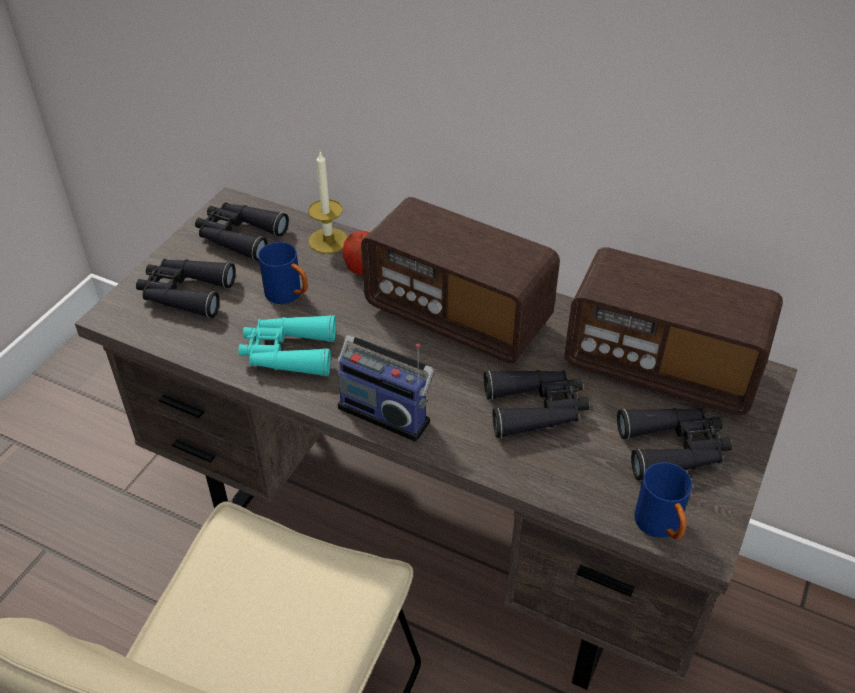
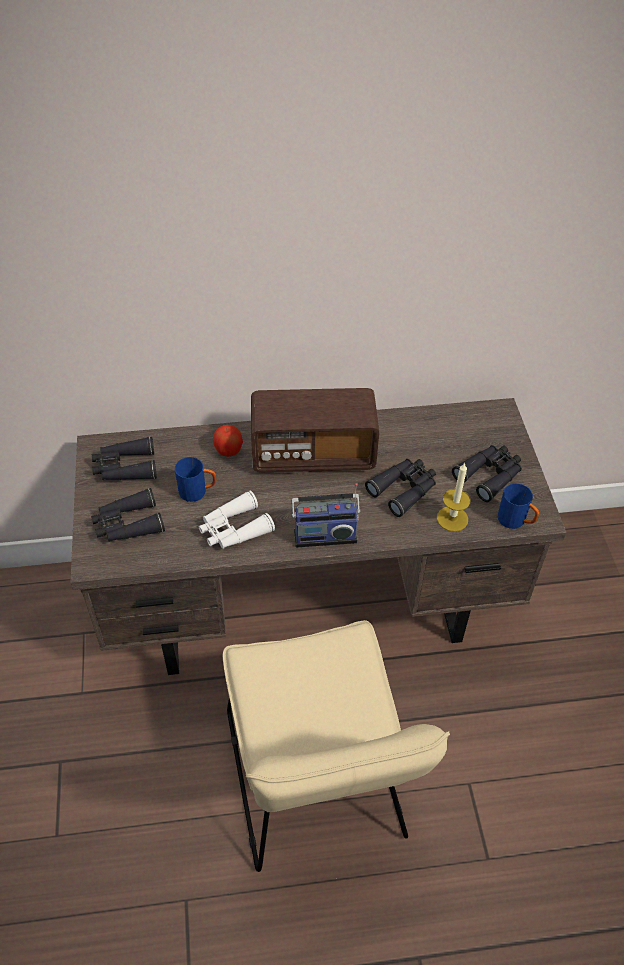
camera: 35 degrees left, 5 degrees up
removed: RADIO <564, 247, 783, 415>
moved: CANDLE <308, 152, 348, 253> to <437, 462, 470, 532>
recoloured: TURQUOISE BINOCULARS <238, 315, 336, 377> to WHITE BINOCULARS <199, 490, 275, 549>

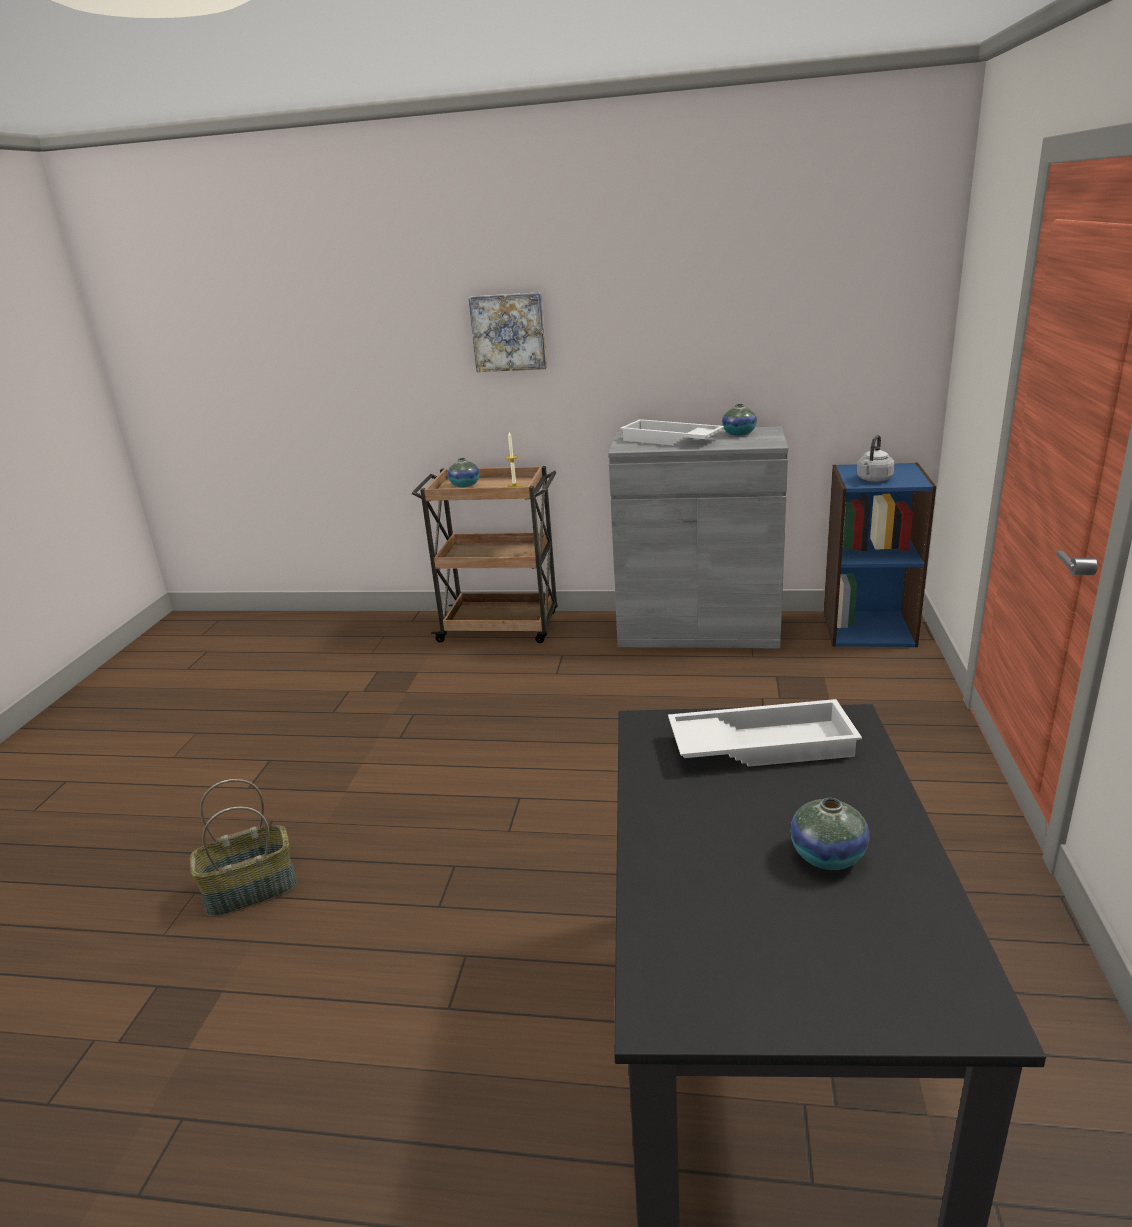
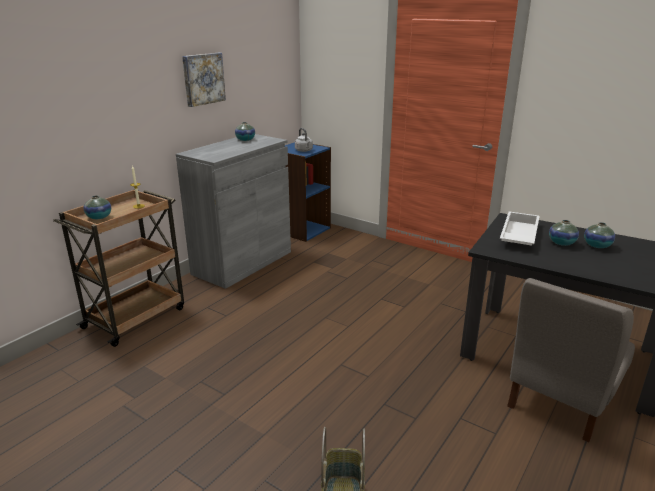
camera: 65 degrees left, 0 degrees up
removed: WHITE TRAY <620, 419, 724, 445>
added: GREY CHAIR <507, 278, 635, 442>; VASE <549, 220, 579, 246>
moved: PICTURE <468, 292, 547, 372> to <182, 53, 226, 107>

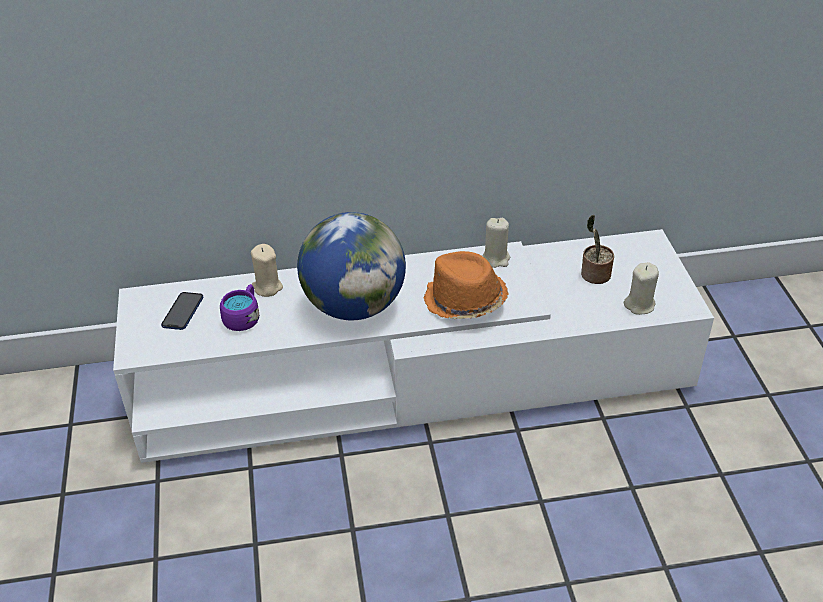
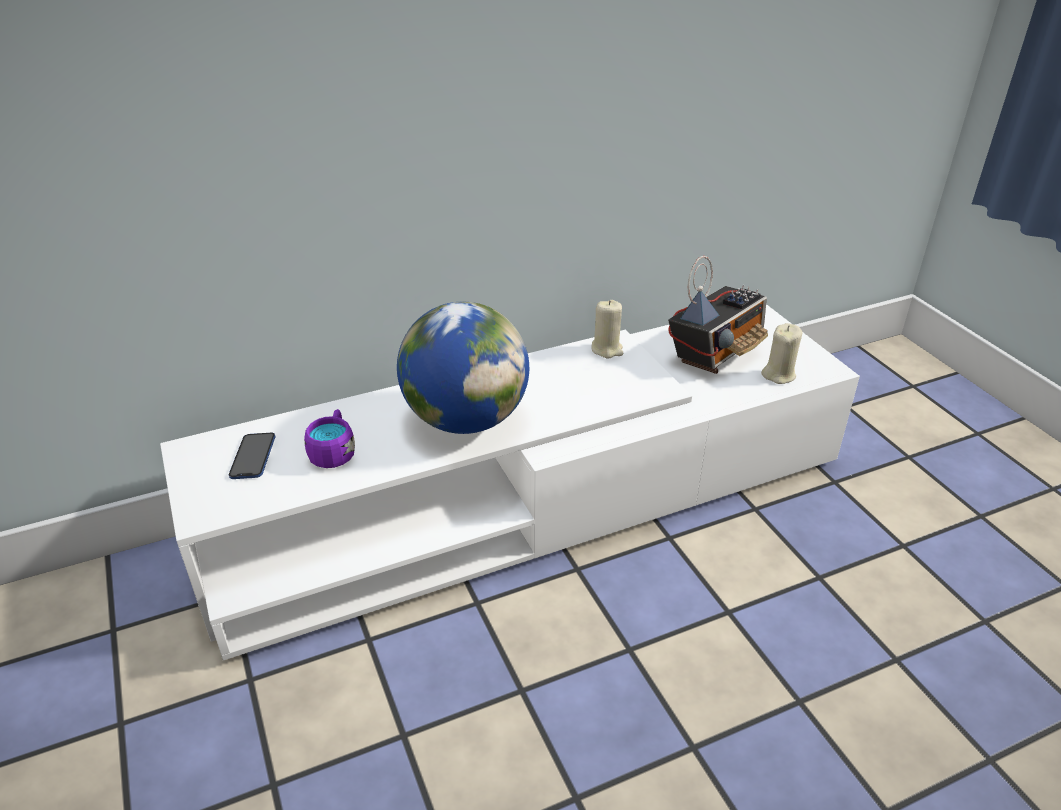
camera: 15 degrees left, 5 degrees down
removed: BEIGE CANDLE <251, 244, 283, 297>; ORANGE HAT <424, 251, 508, 319>
replaced: POTTED PLANT <581, 215, 614, 284> to RADIO <668, 256, 768, 374>

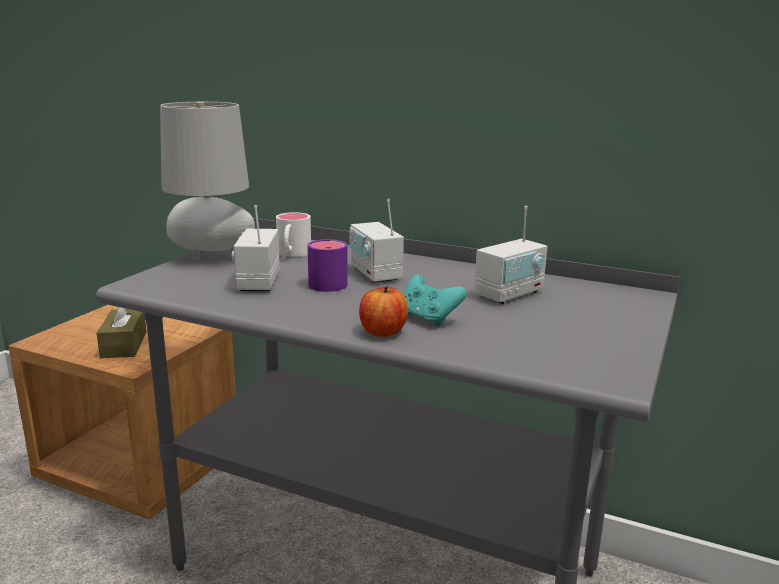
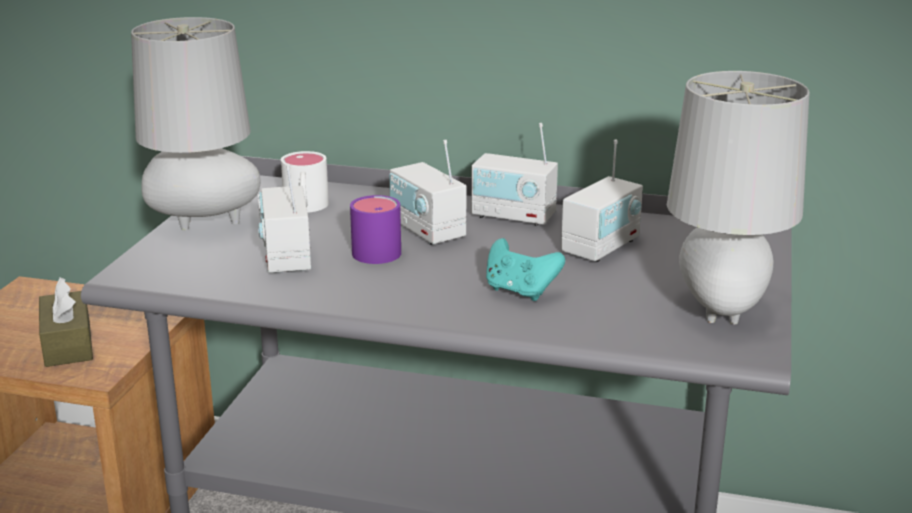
camera: 10 degrees left, 5 degrees up
removed: APPLE <359, 287, 408, 337>
added: RADIO <471, 123, 558, 226>; GREY TABLE LAMP <667, 71, 809, 324>

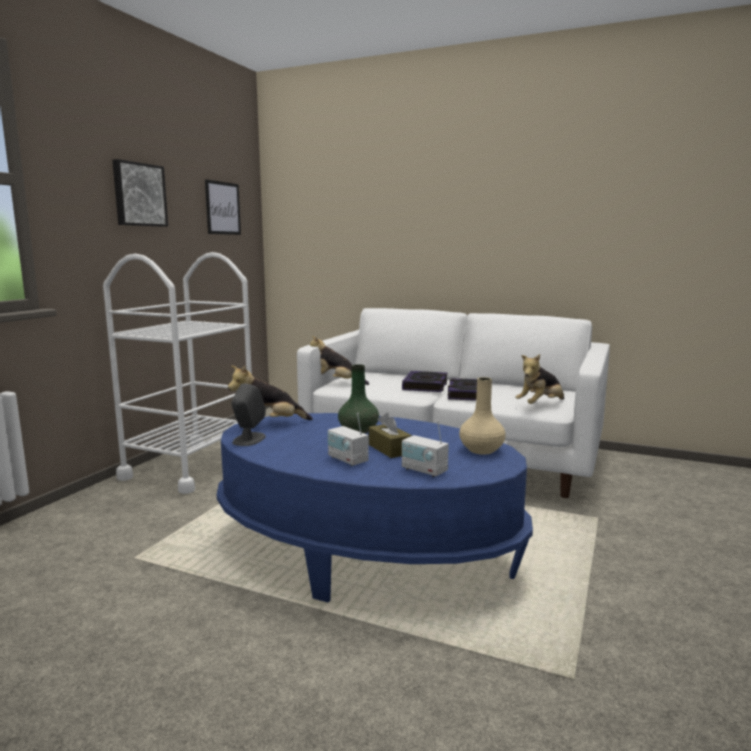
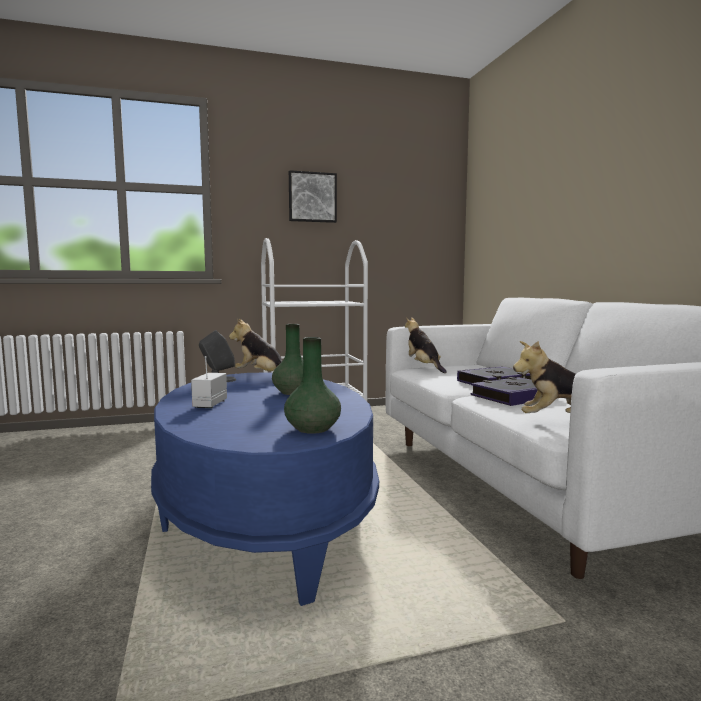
camera: 50 degrees right, 5 degrees down
removed: PICTURE <205, 179, 241, 235>; BROWN TISSUE BOX <369, 413, 412, 458>; RADIO <402, 421, 449, 477>
recoloured: BEIGE VASE <459, 377, 506, 455> to GREEN VASE <284, 337, 341, 434>

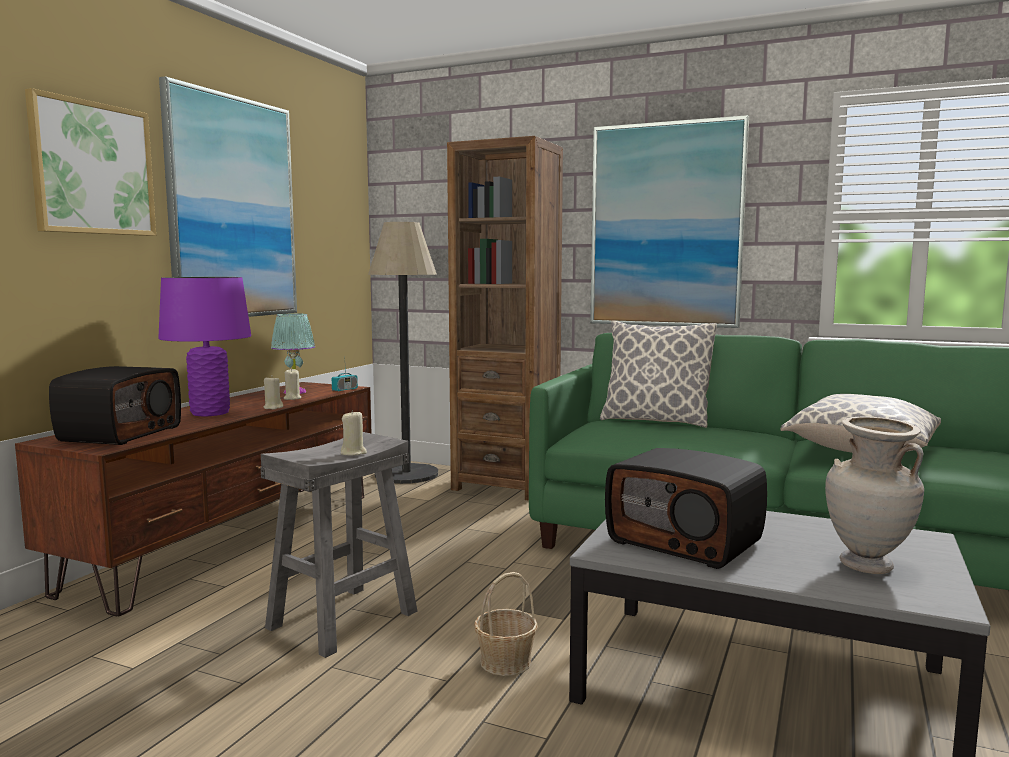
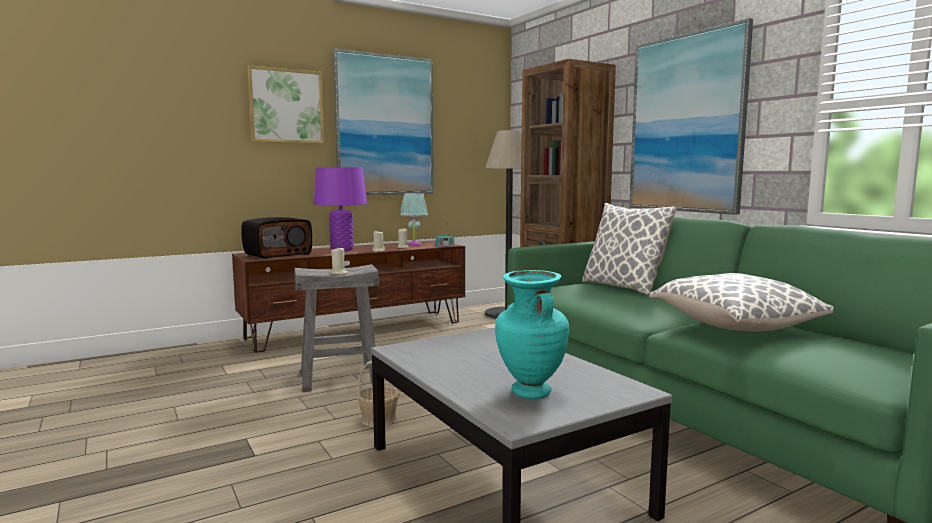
camera: 35 degrees right, 0 degrees up
removed: RADIO <605, 448, 767, 569>
recoloured: BEIGE VASE <825, 417, 924, 574> to TURQUOISE VASE <495, 270, 569, 399>

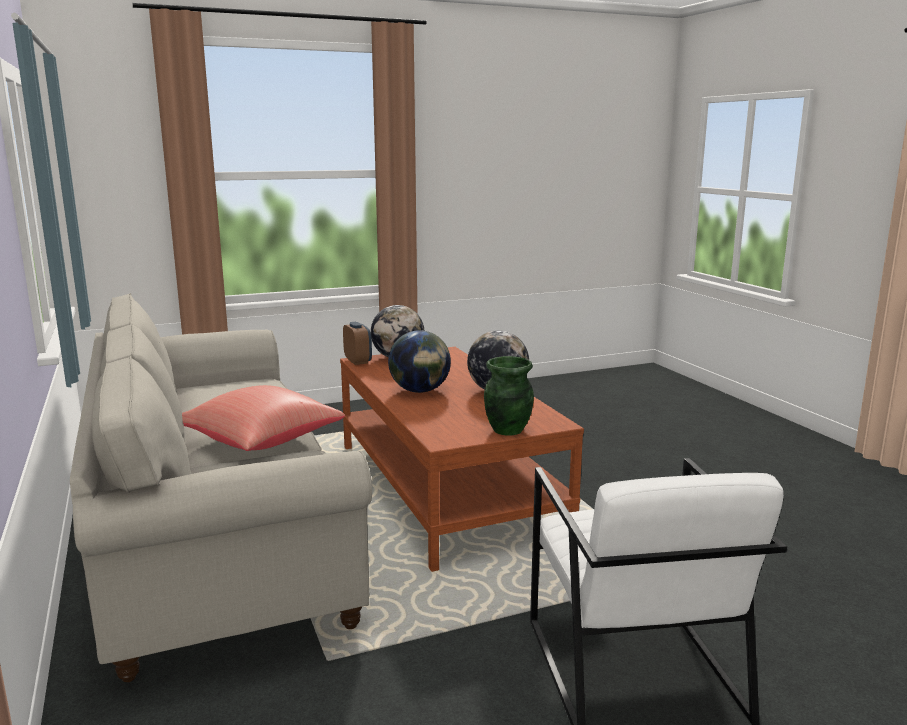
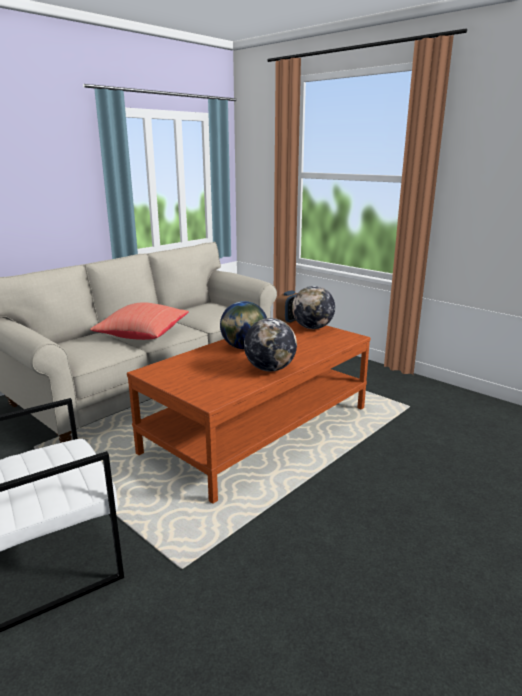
camera: 65 degrees right, 5 degrees up
removed: GREEN VASE <484, 356, 534, 435>

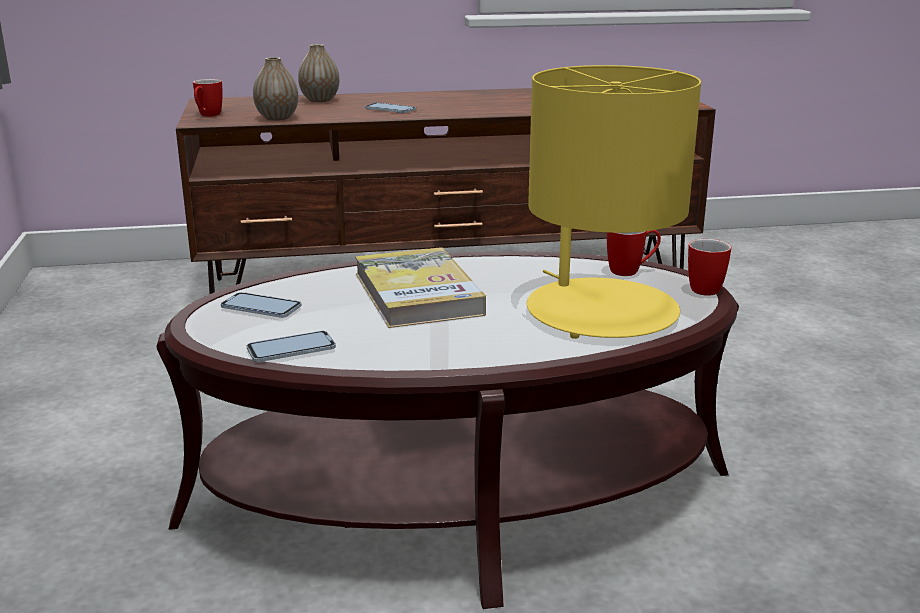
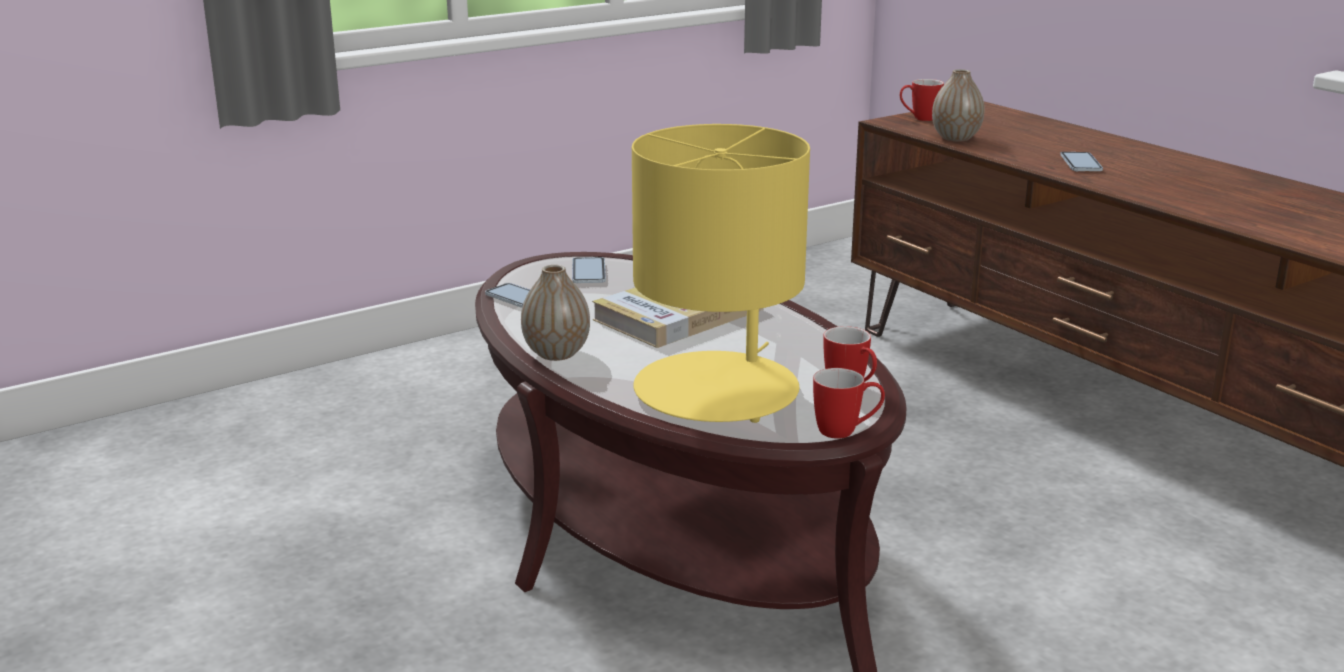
camera: 65 degrees right, 0 degrees up
moved: VASE <298, 44, 339, 102> to <521, 265, 590, 361>

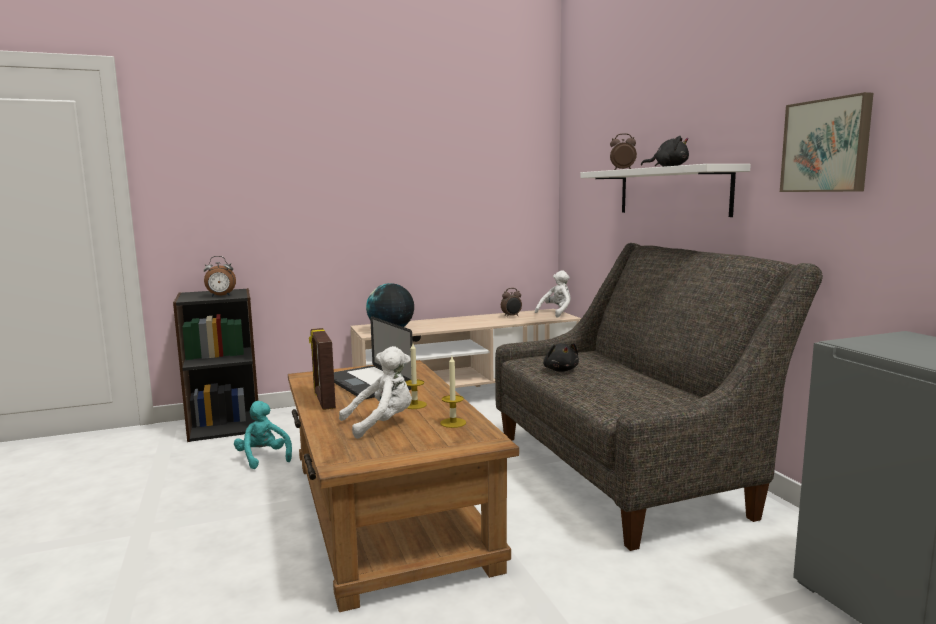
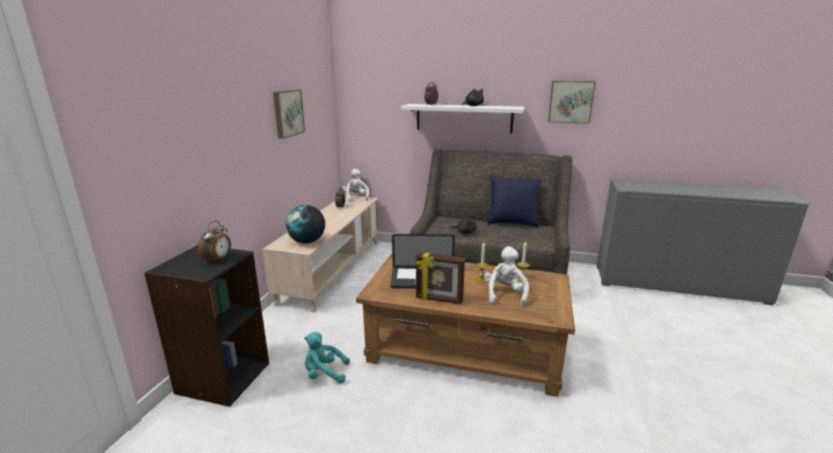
camera: 55 degrees left, 10 degrees up
added: PICTURE <273, 90, 305, 139>; BLUE PILLOW <487, 175, 542, 228>

